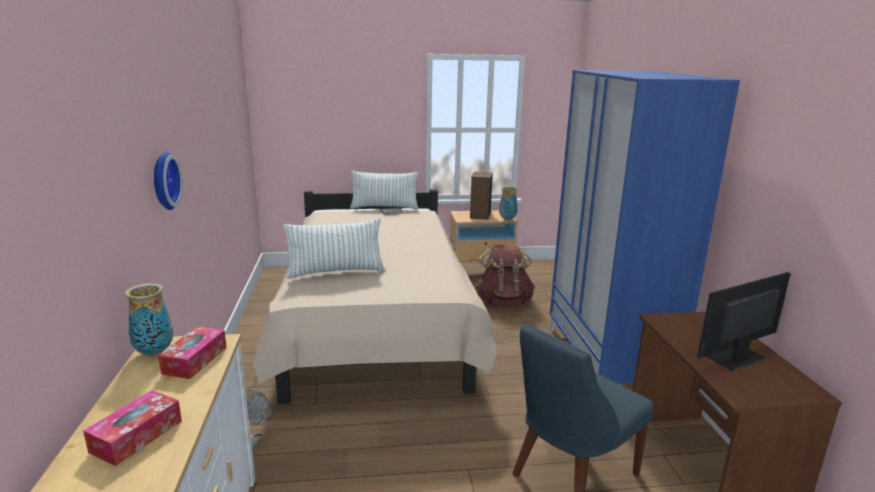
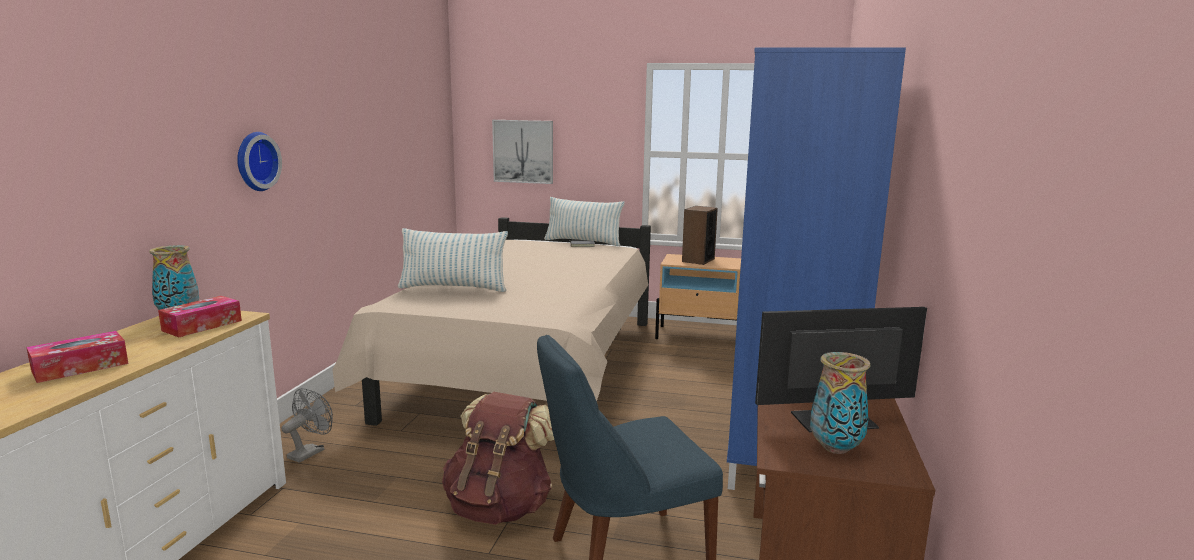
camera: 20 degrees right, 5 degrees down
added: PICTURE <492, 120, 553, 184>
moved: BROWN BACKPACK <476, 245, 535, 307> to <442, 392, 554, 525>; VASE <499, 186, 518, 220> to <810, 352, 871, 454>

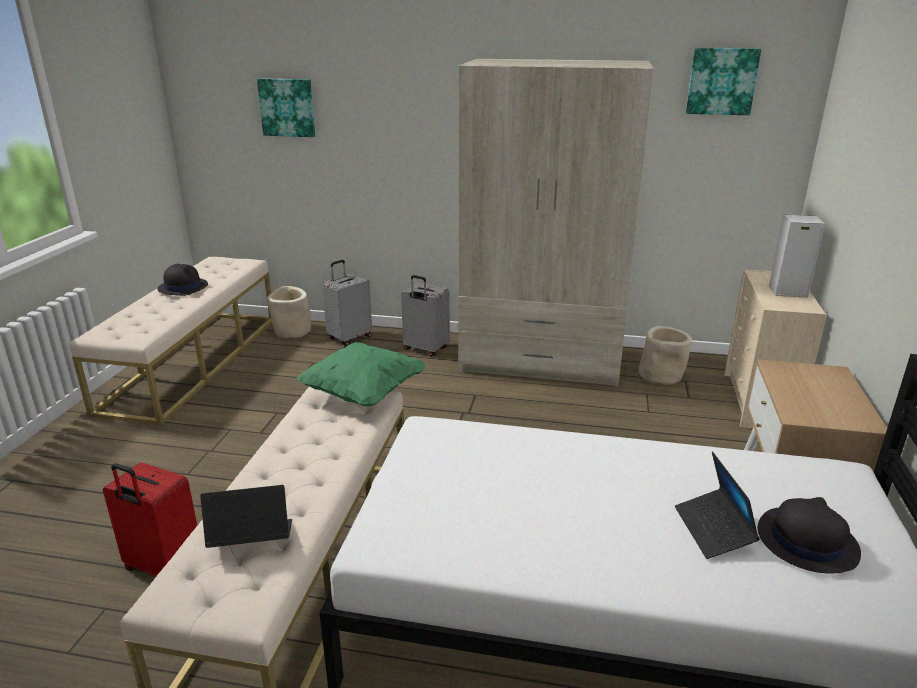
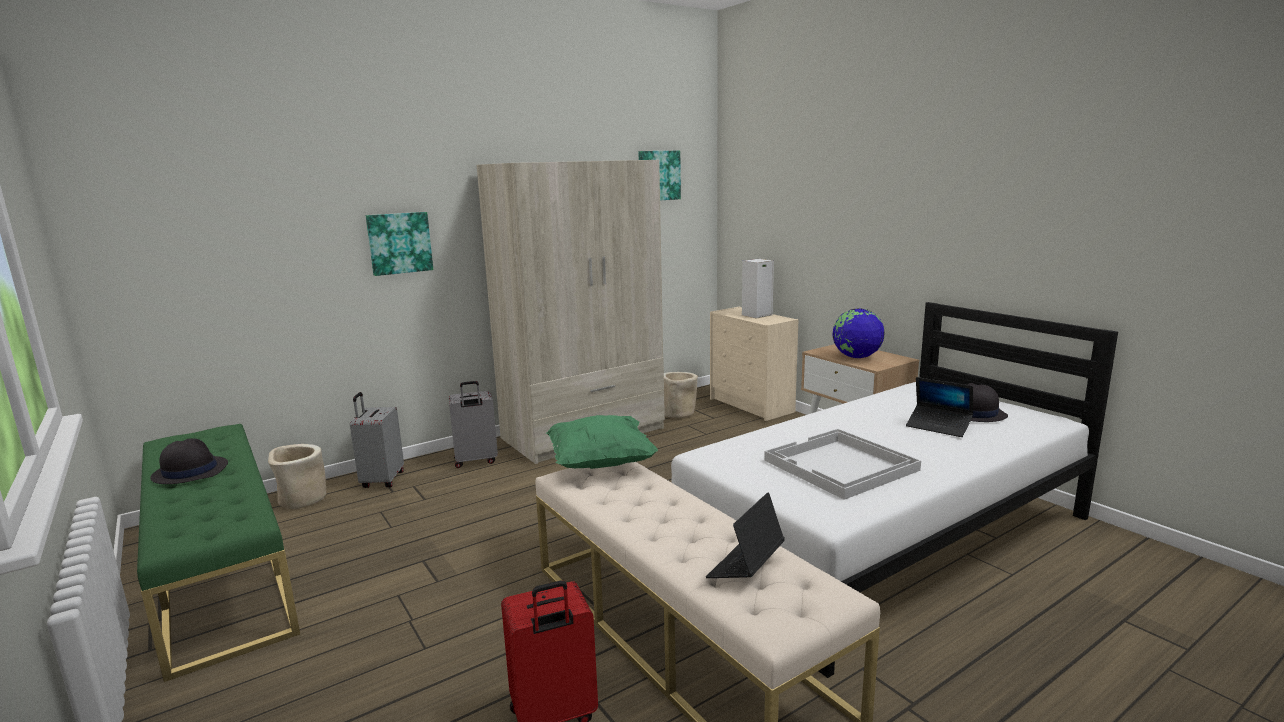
camera: 45 degrees left, 10 degrees down
added: WHITE TRAY <764, 429, 921, 500>; GLOBE <832, 309, 885, 358>
moved: PICTURE <257, 78, 315, 137> to <366, 212, 433, 276>
recoloured: BEIGE BENCH <70, 257, 272, 425> to GREEN BENCH <137, 424, 300, 682>

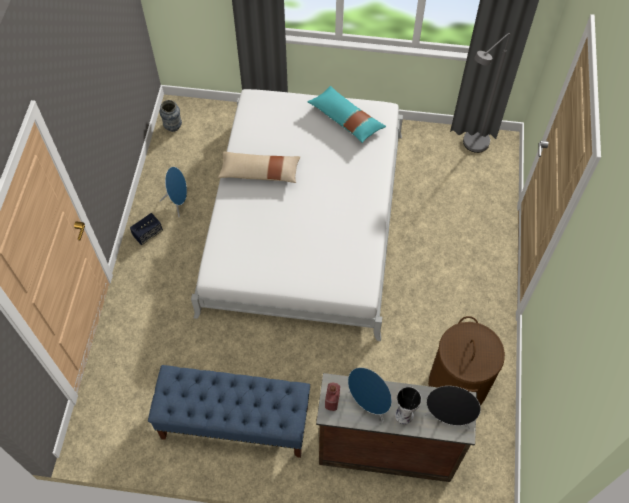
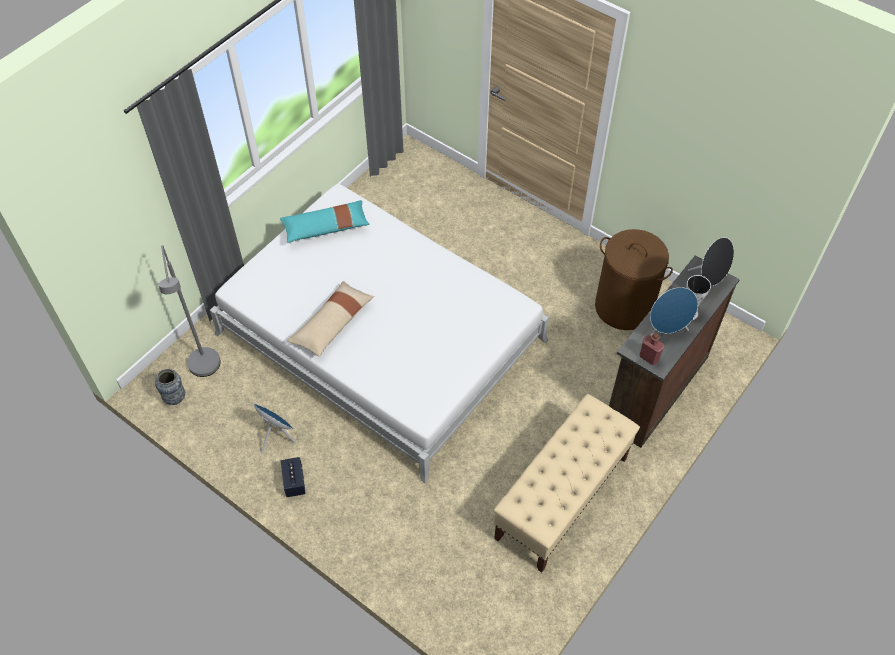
camera: 60 degrees left, 5 degrees down
moved: GREY FLOOR LAMP <463, 33, 510, 153> to <158, 245, 220, 377>
recoloured: BLUE BENCH <148, 365, 310, 458> to BEIGE BENCH <494, 394, 640, 573>

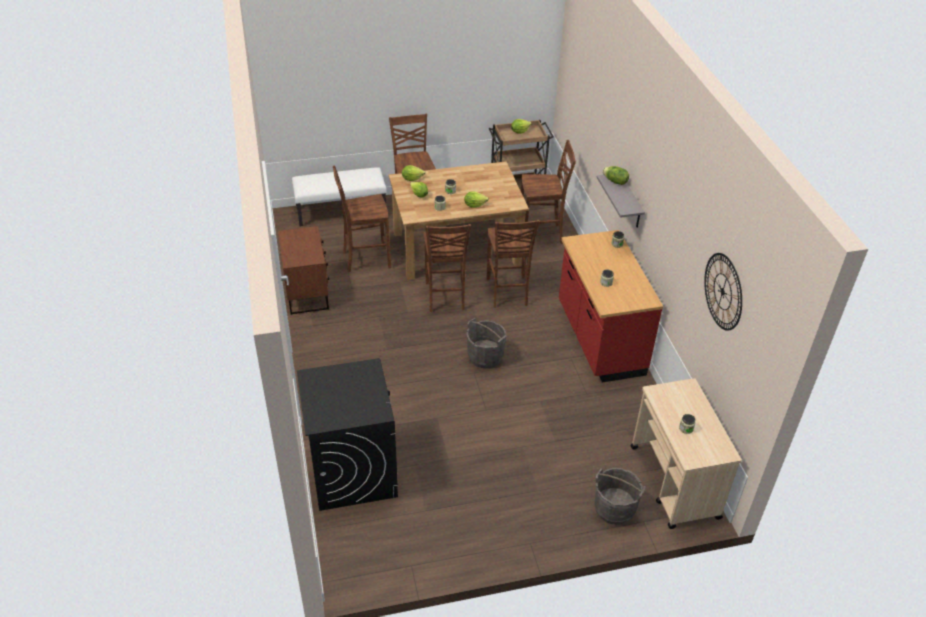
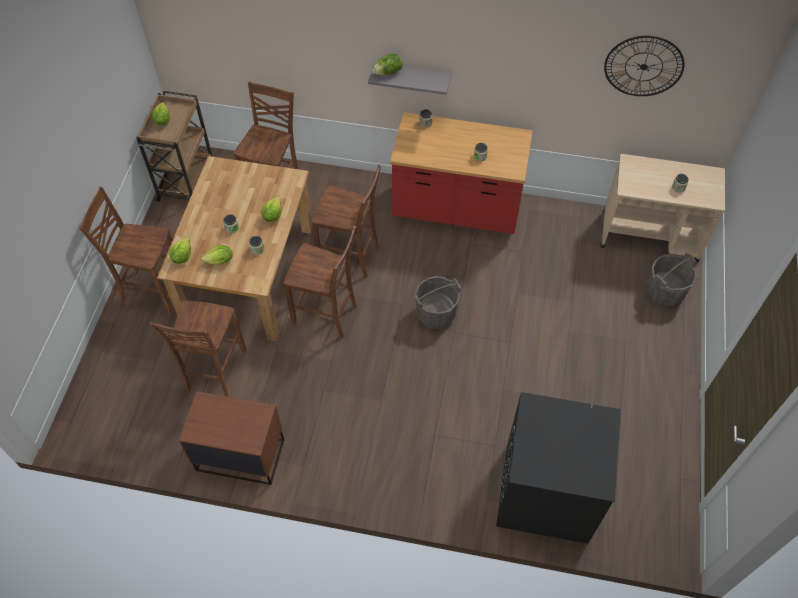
camera: 65 degrees left, 15 degrees up
removed: WHITE BENCH <292, 167, 387, 227>

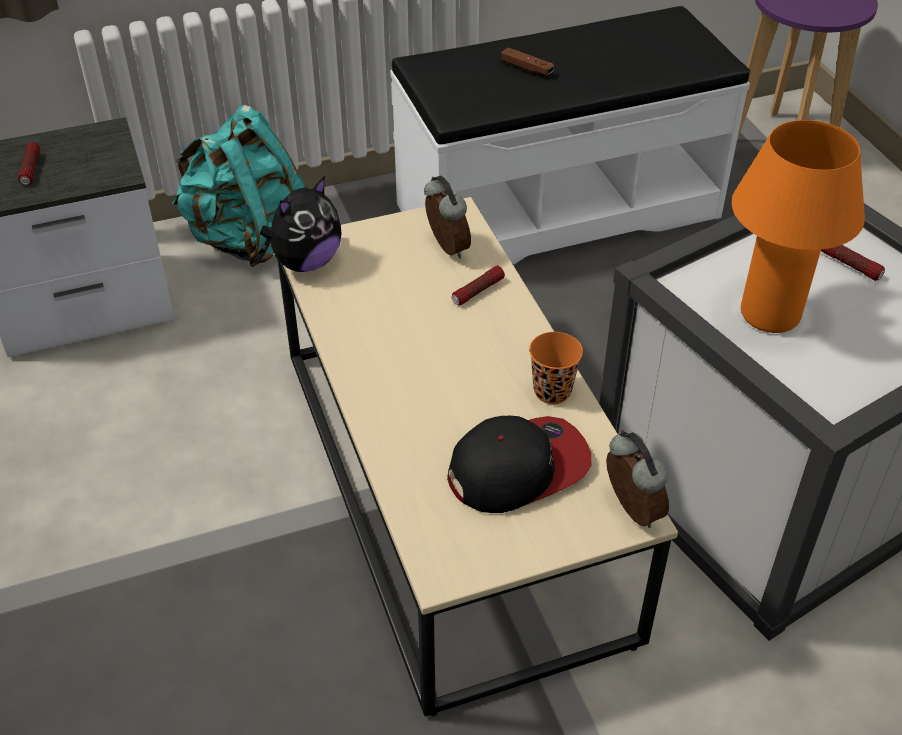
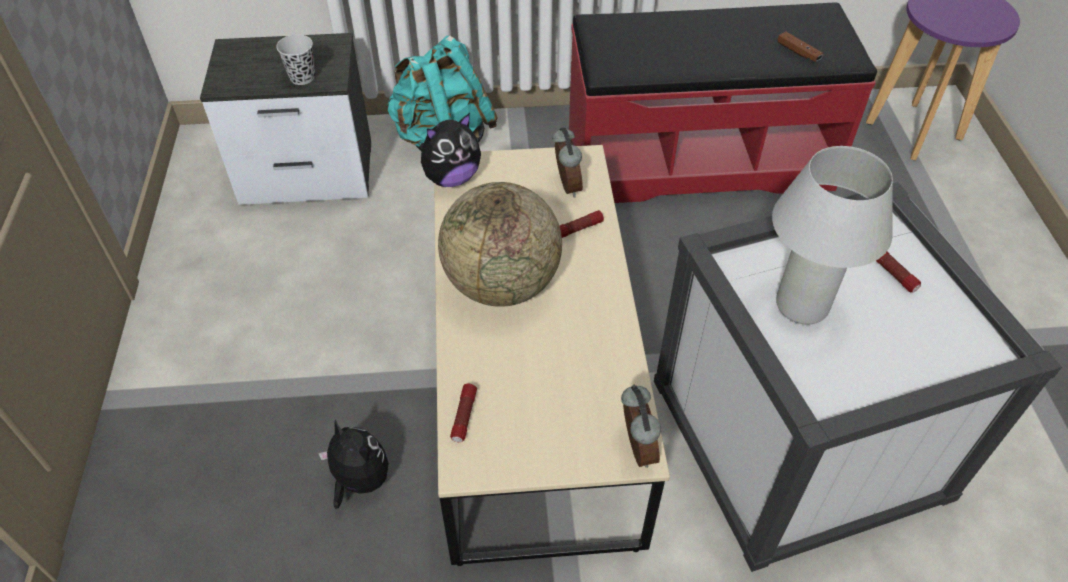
camera: 15 degrees right, 5 degrees up
removed: CAP <447, 416, 591, 513>; ORANGE CUP <529, 332, 583, 404>
added: BLACK CUP <276, 34, 315, 85>; PLUSH TOY <318, 419, 389, 509>; GLOBE <438, 182, 562, 307>
moved: FLASHLIGHT <18, 142, 40, 185> to <450, 384, 477, 442>; BROWN GAME CONTROLLER <501, 47, 554, 75> to <778, 32, 823, 62>
recoloured: WHITE BENCH <390, 6, 750, 265> to RED BENCH <569, 3, 877, 203>; ORANGE TABLE LAMP <732, 120, 865, 333> to WHITE TABLE LAMP <772, 146, 893, 325>

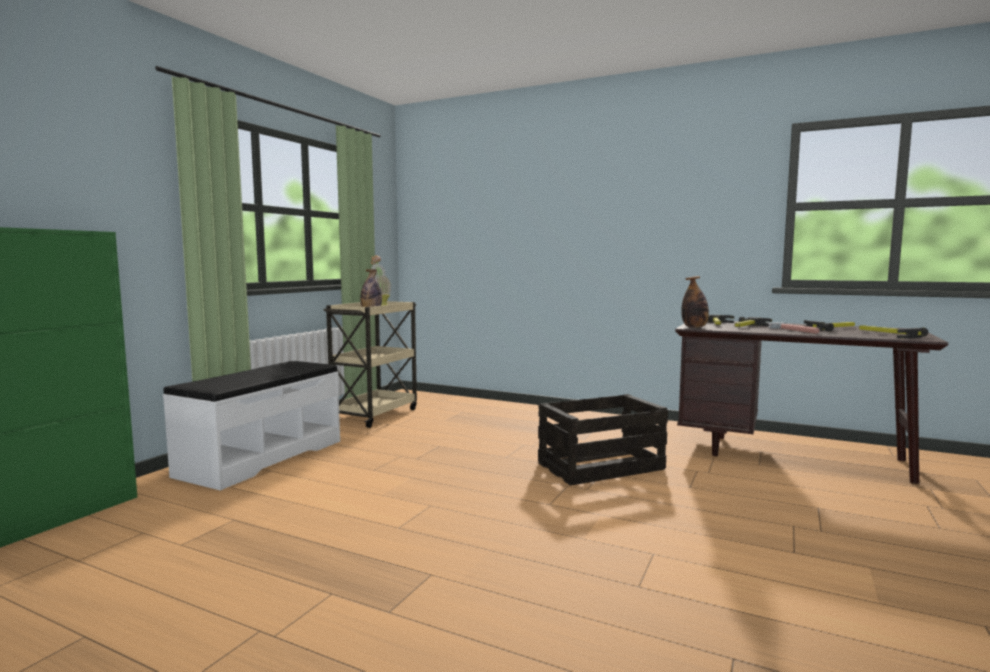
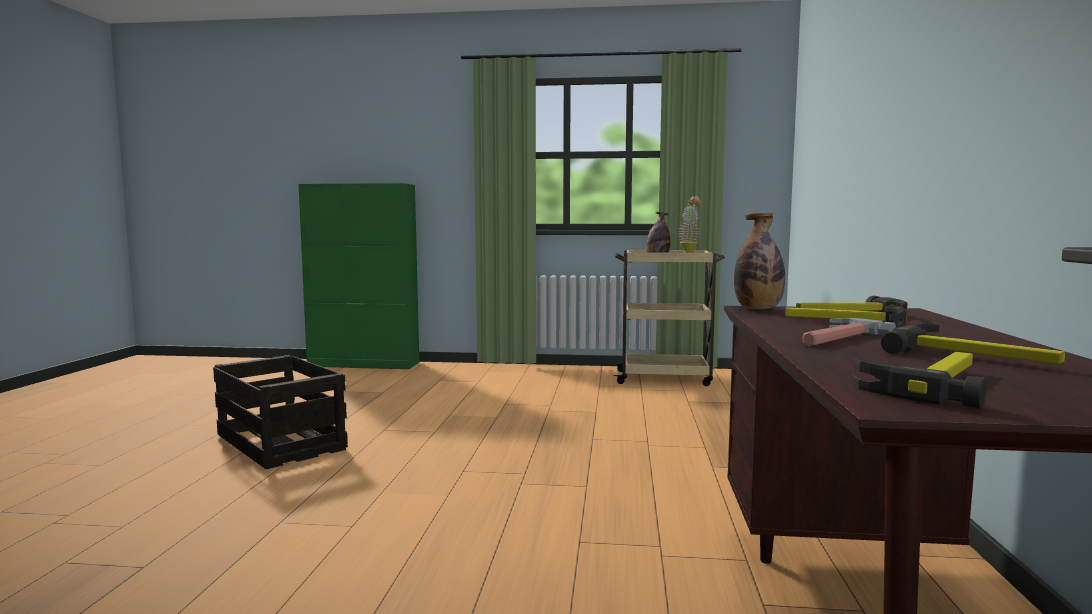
camera: 70 degrees right, 0 degrees up
removed: WHITE BENCH <163, 361, 340, 491>
moved: CRATE <538, 394, 668, 486> to <213, 355, 348, 469>

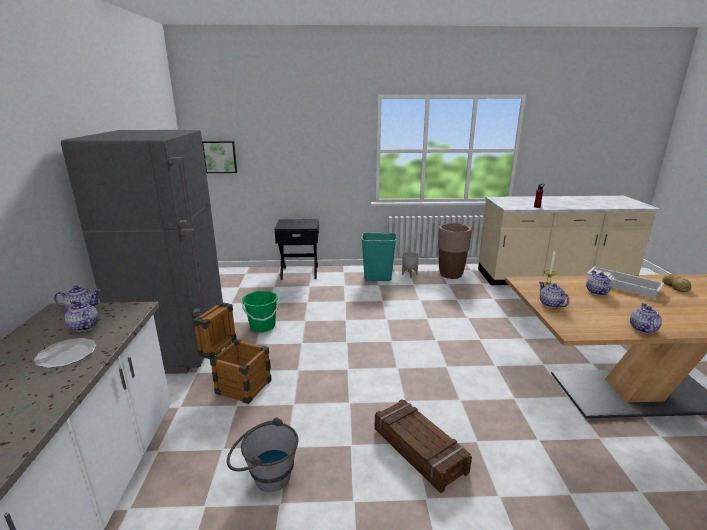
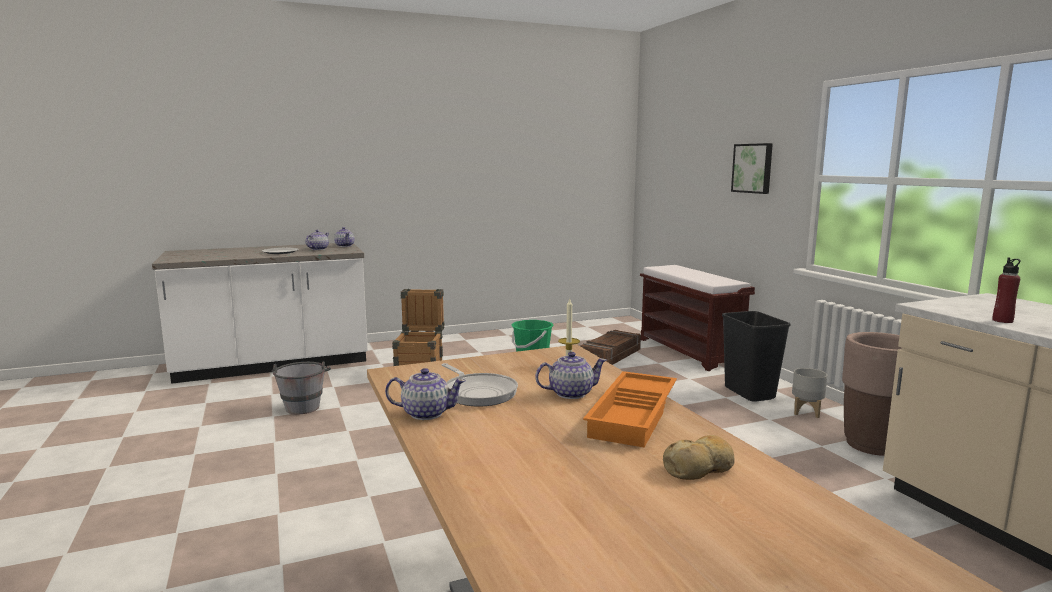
camera: 70 degrees right, 10 degrees down
removed: GREY FRIDGE <61, 130, 223, 374>; TEAPOT <539, 282, 569, 308>
added: FRYING PAN <441, 363, 518, 407>
moved: PICTURE <202, 141, 237, 173> to <731, 143, 773, 194>; CRATE <374, 400, 472, 493> to <580, 330, 641, 365>
replaced: BLACK NIGHTSTAND <274, 219, 319, 280> to BROWN BENCH <640, 265, 755, 371>
recoloured: TURQUOISE TRASH CAN <361, 233, 396, 281> to BLACK TRASH CAN <722, 311, 791, 402>; WHITE TRAY <587, 266, 664, 299> to ORANGE TRAY <583, 371, 677, 447>

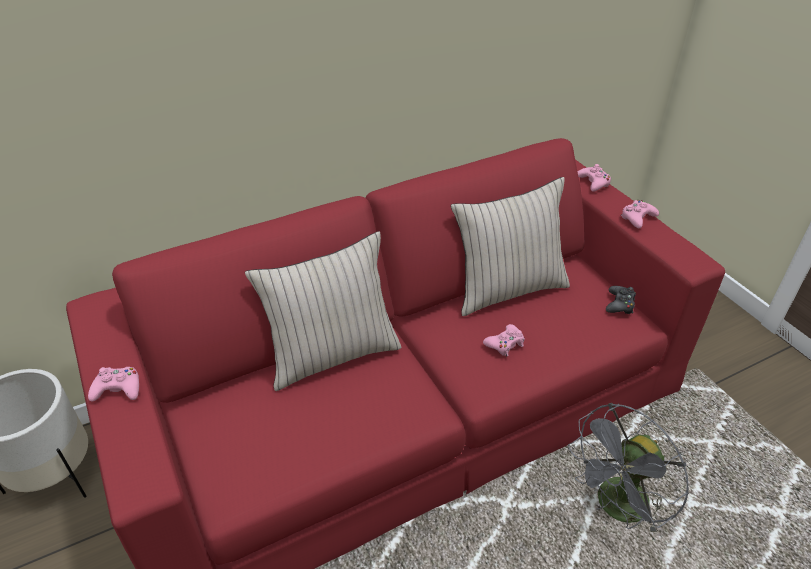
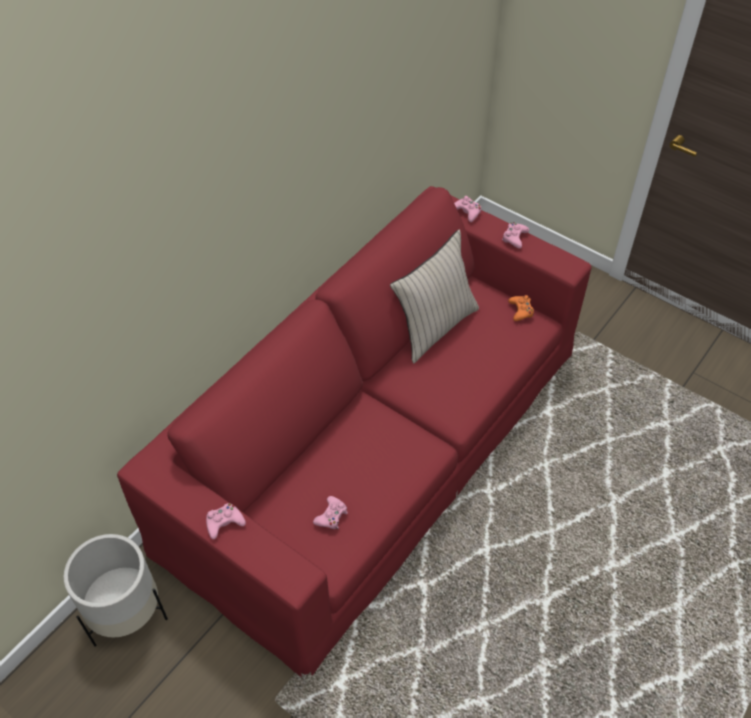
camera: 25 degrees left, 10 degrees up
removed: BEIGE PILLOW <245, 231, 401, 391>; GREY FAN <568, 403, 689, 536>
moved: PINK GAME CONTROLLER <483, 324, 525, 356> to <313, 496, 348, 529>
recoloured: BLACK GAME CONTROLLER <606, 286, 636, 314> to ORANGE GAME CONTROLLER <508, 295, 534, 321>

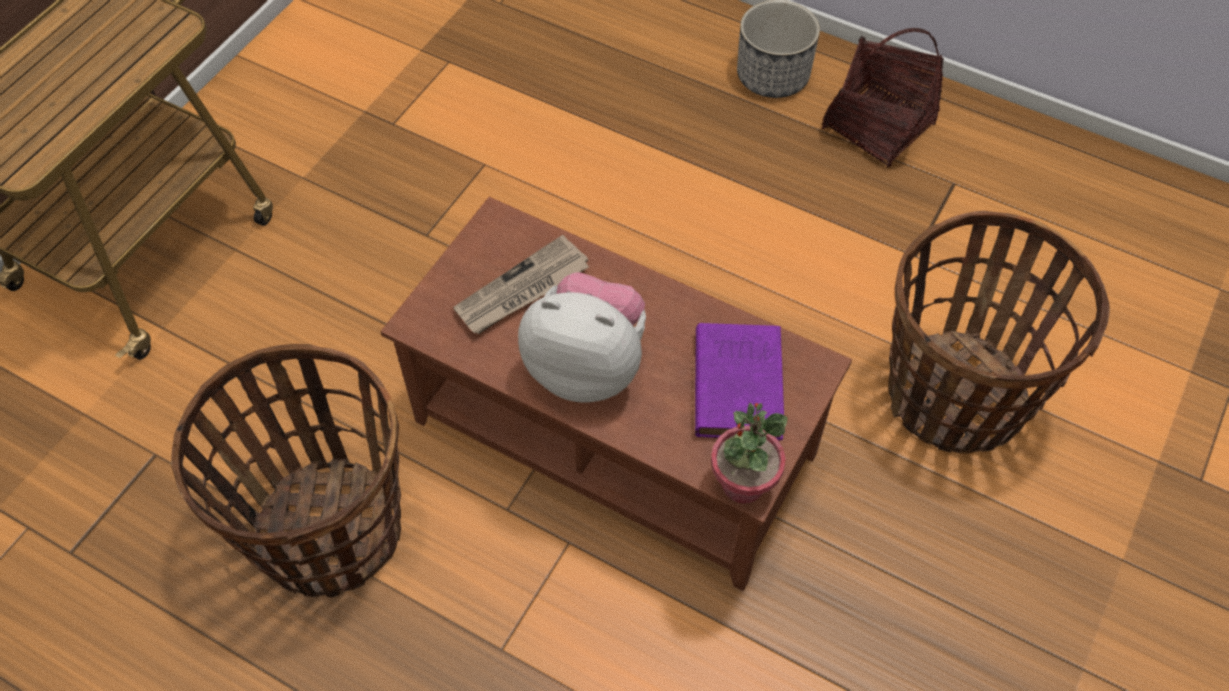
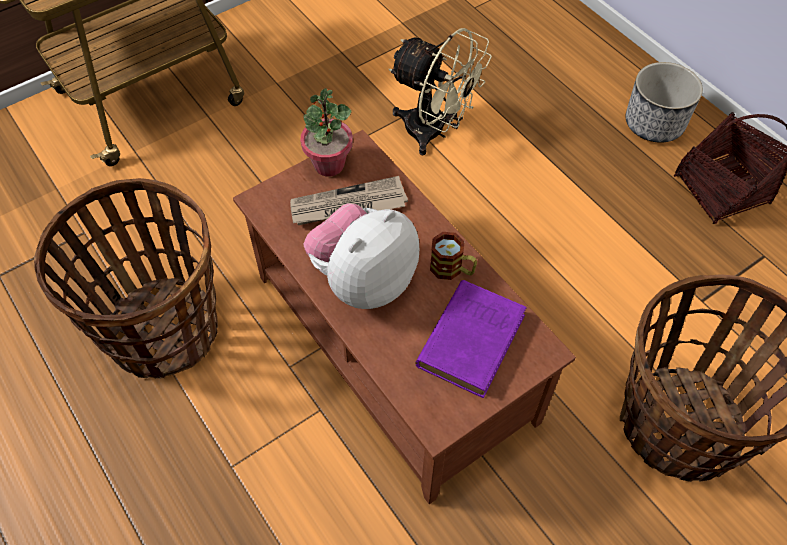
camera: 25 degrees right, 0 degrees up
added: BEIGE FAN <389, 28, 492, 156>; MUG <430, 232, 477, 280>
moved: POTTED PLANT <711, 403, 787, 504> to <300, 88, 353, 177>
turned: PLUSH TOY <518, 272, 646, 403> = <303, 203, 419, 309> 90 degrees counterclockwise

